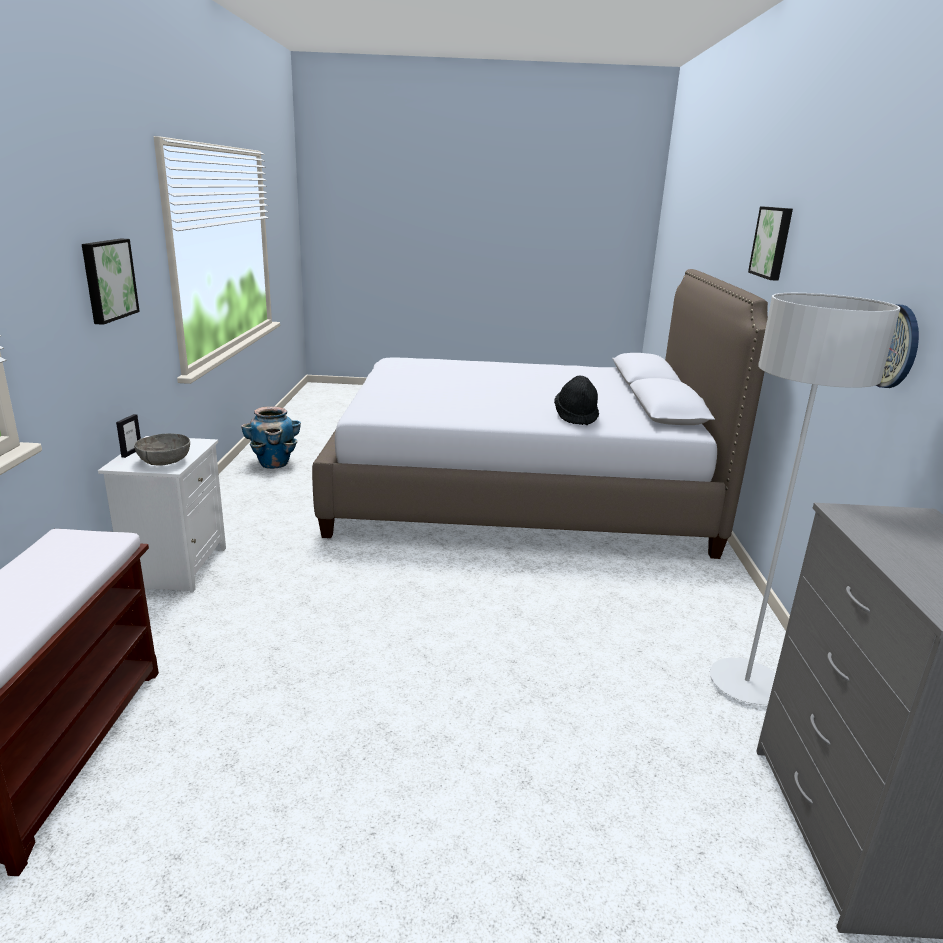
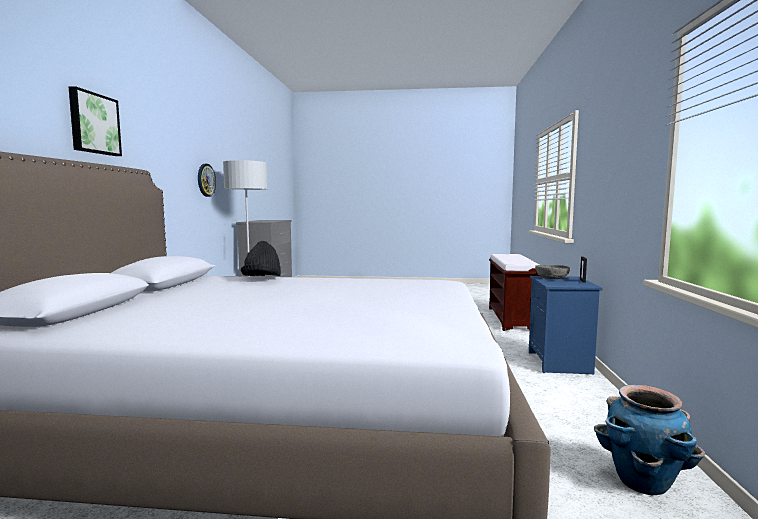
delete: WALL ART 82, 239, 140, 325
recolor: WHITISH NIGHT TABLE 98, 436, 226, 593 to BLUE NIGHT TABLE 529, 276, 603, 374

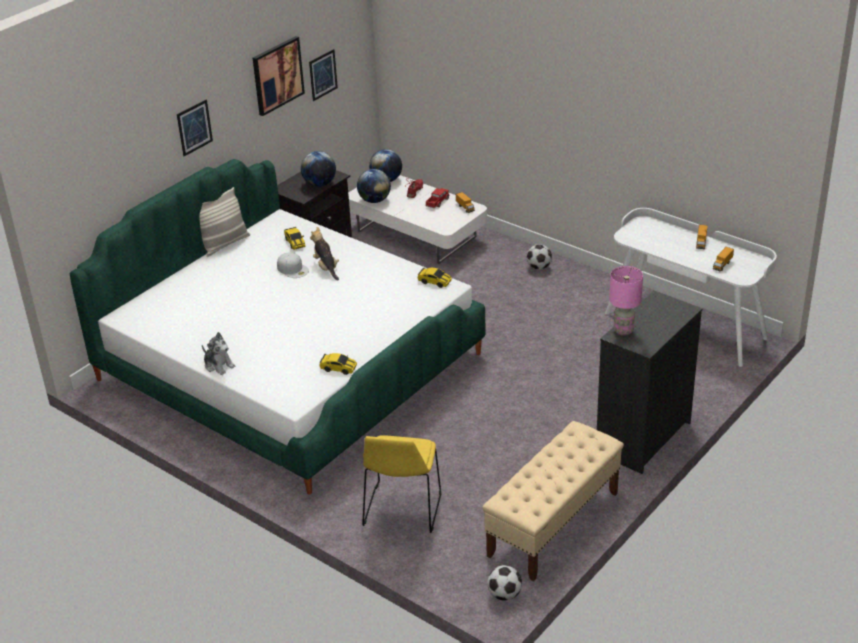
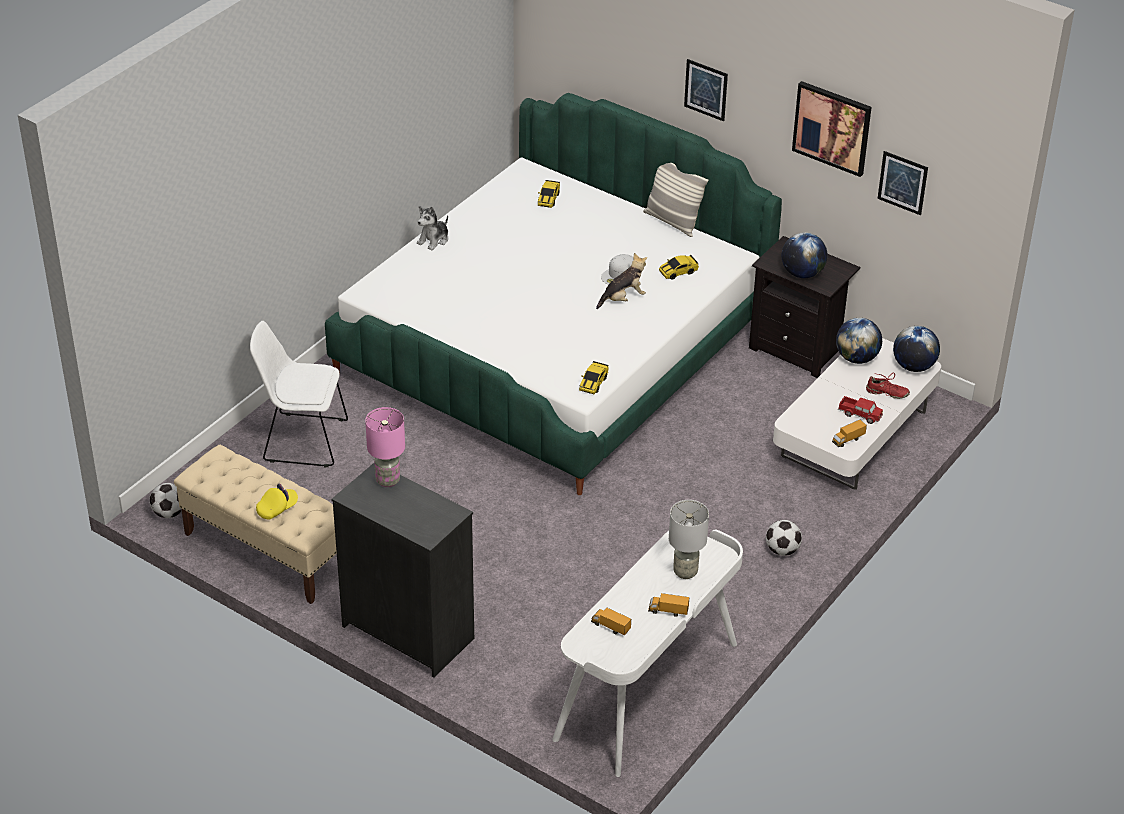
insert: YELLOW PEAKED CAP 256, 484, 298, 519; GREYISH TABLETOP LAMP 669, 500, 709, 579
move: MINIATURE CAR 319, 353, 357, 375 to 538, 180, 560, 208
recolor: YELLOW UPRIGHT CHAIR 362, 435, 442, 533 to WHITISH UPRIGHT CHAIR 250, 321, 348, 467

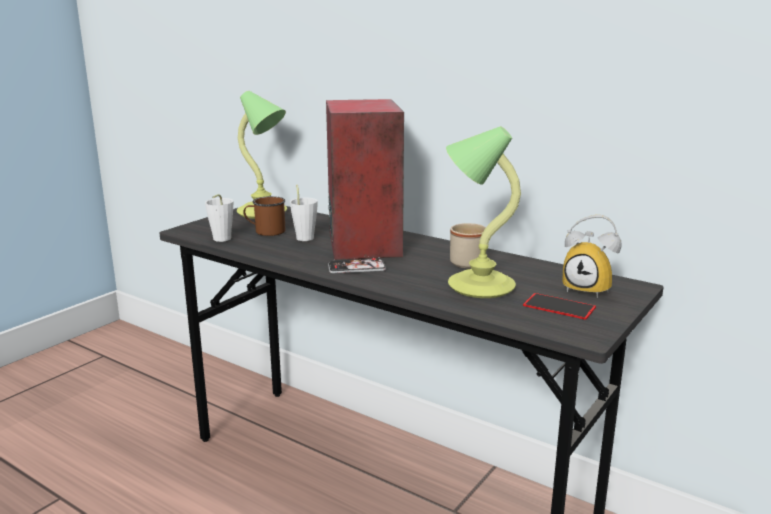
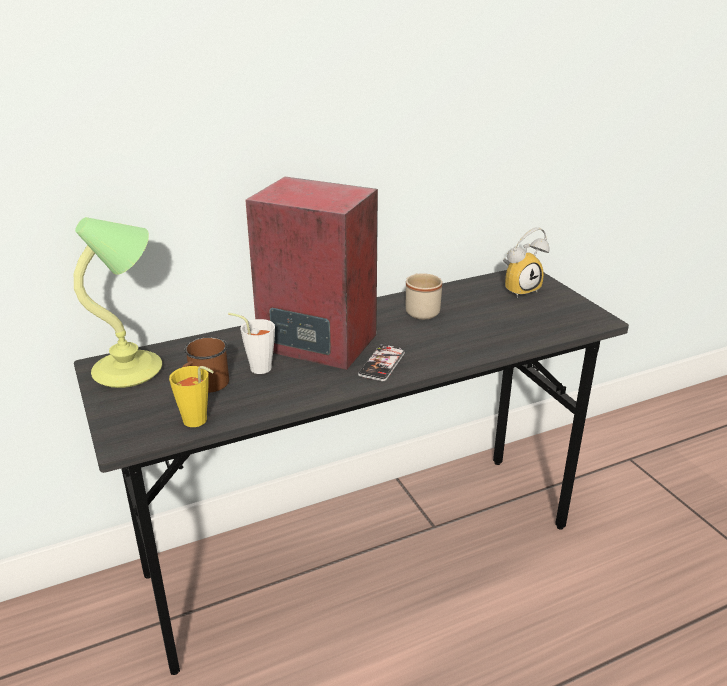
delete: TABLETOP LAMP 446, 126, 521, 298; HANDSET 523, 293, 596, 320
recolor: WHITISH CUP 205, 194, 234, 242 to YELLOW CUP 169, 366, 214, 427

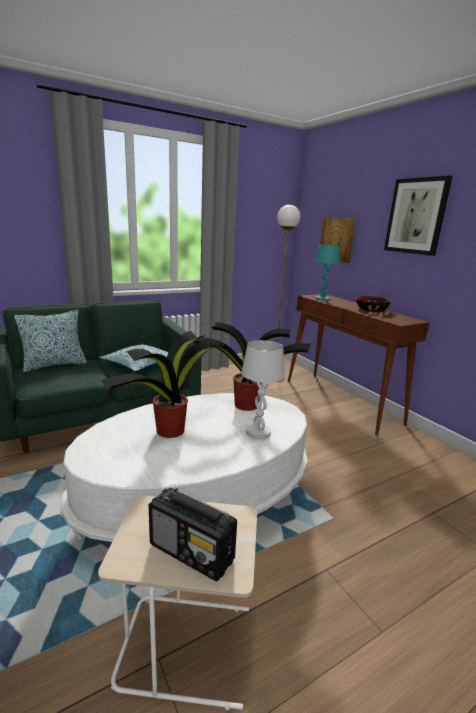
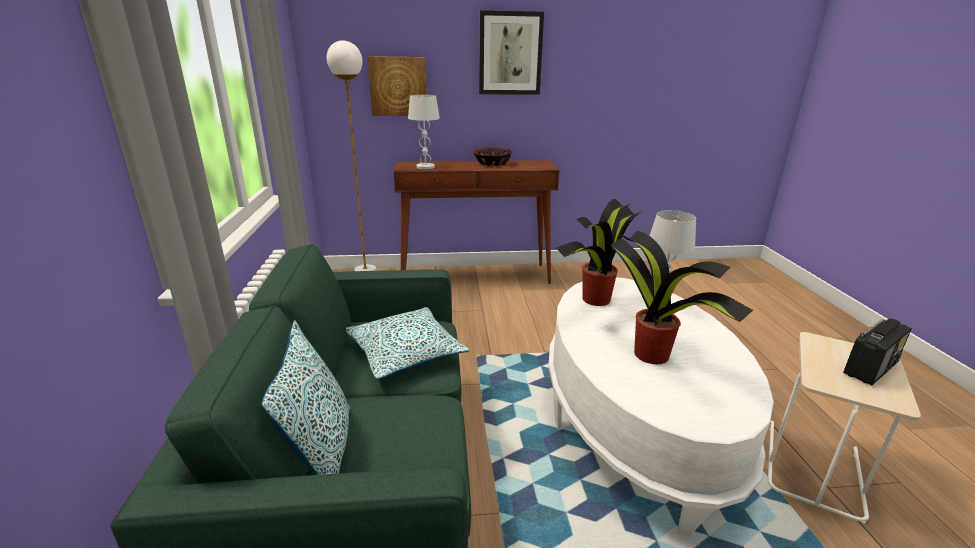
recolor: TURQUOISE-COLOURED TABLETOP LAMP 315, 244, 340, 301 to WHITISH TABLETOP LAMP 408, 95, 440, 169

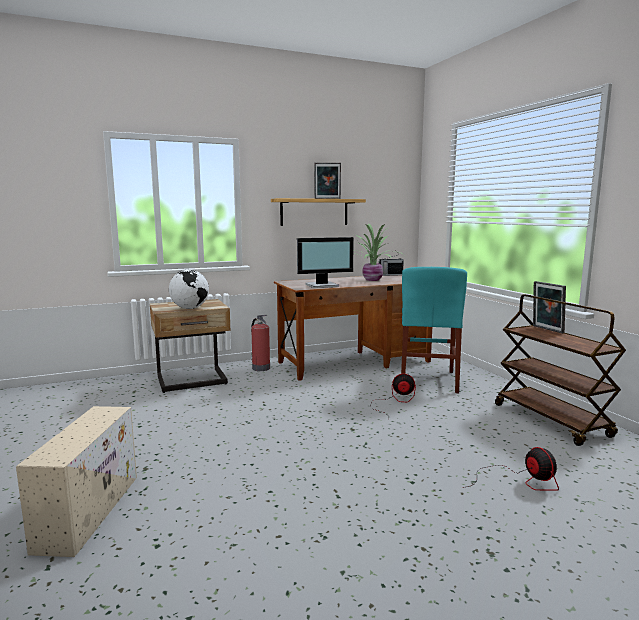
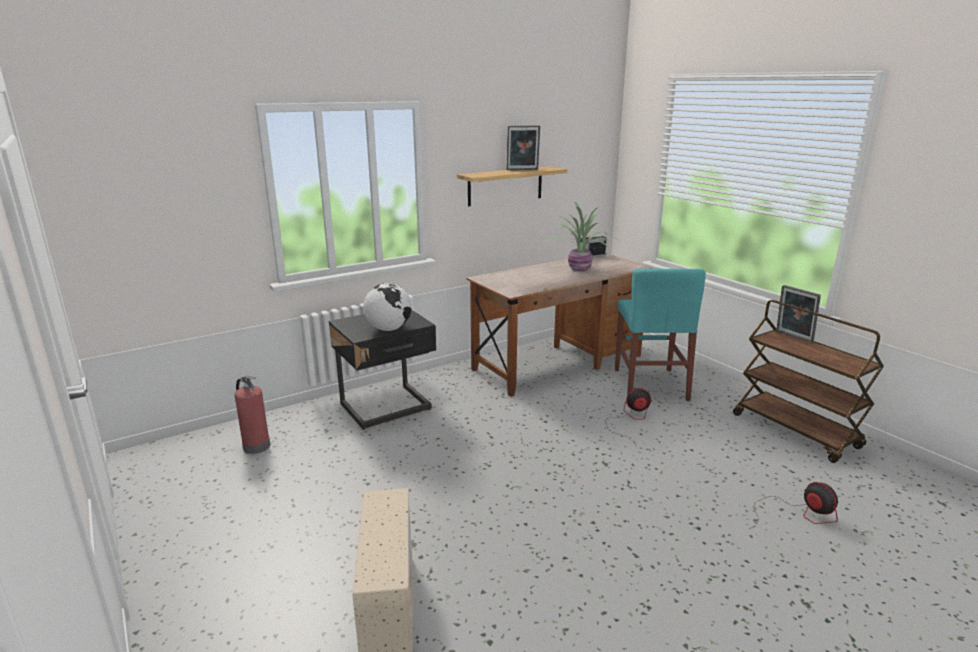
delete: COMPUTER DISPLAY 297, 237, 354, 288
move: FIRE EXTINGUISHER 251, 315, 270, 371 to 234, 375, 270, 454
recolor: BEIGE NIGHT TABLE 150, 299, 230, 393 to BLACKISH NIGHT TABLE 329, 310, 436, 430

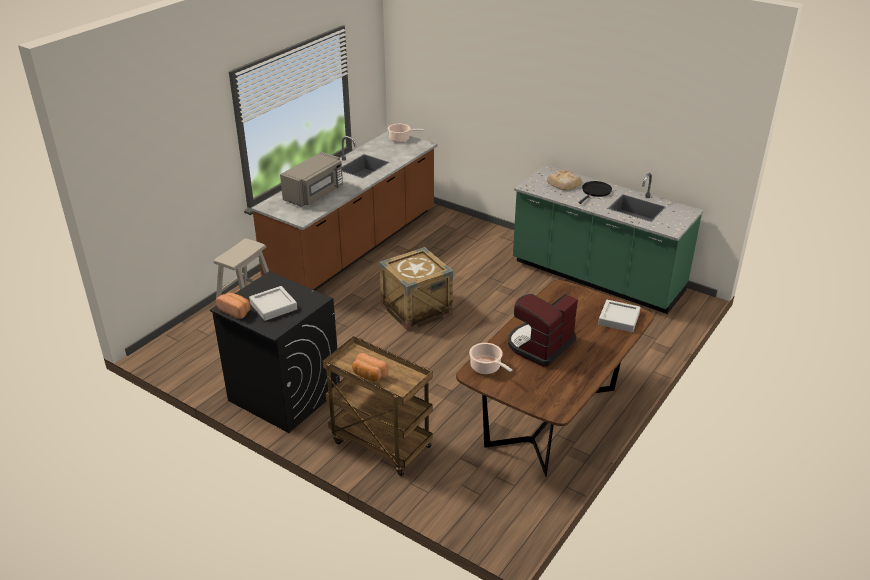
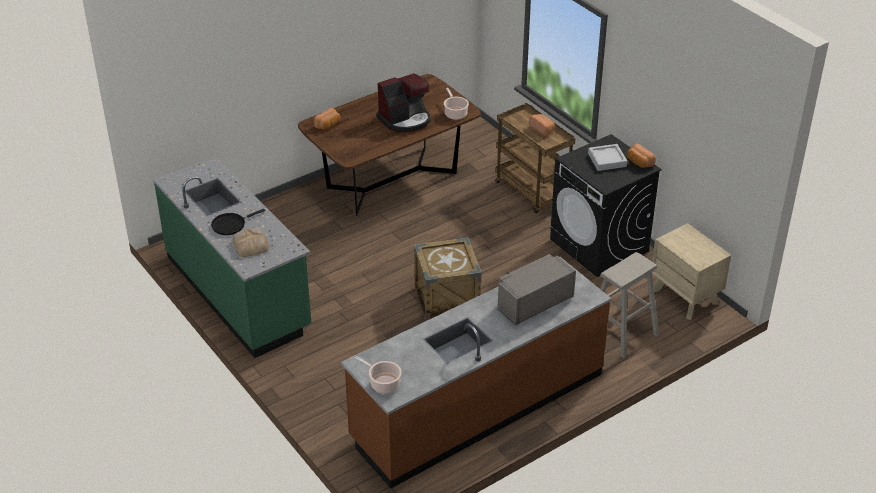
insert: BEIGE NIGHT TABLE 652, 223, 731, 320
replace: GREYISH SERVING TRAY 598, 300, 641, 332 to BAKED BREAD 314, 107, 340, 130

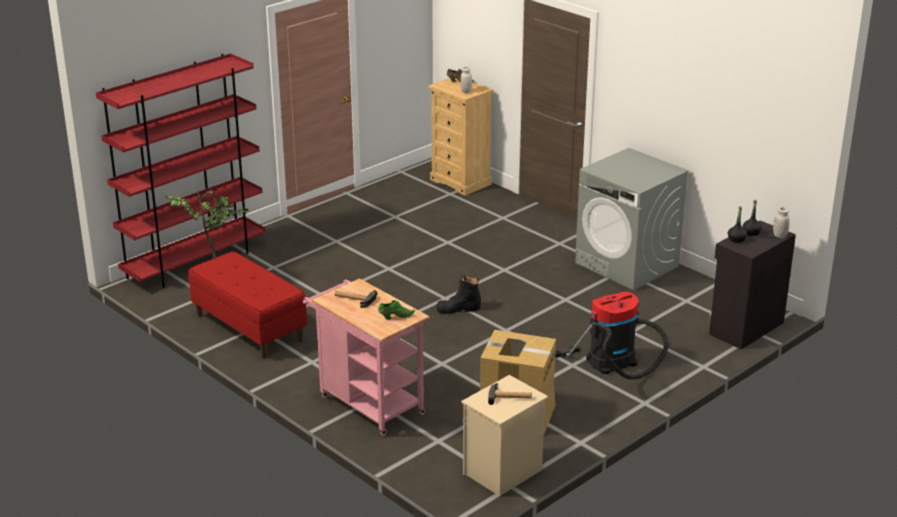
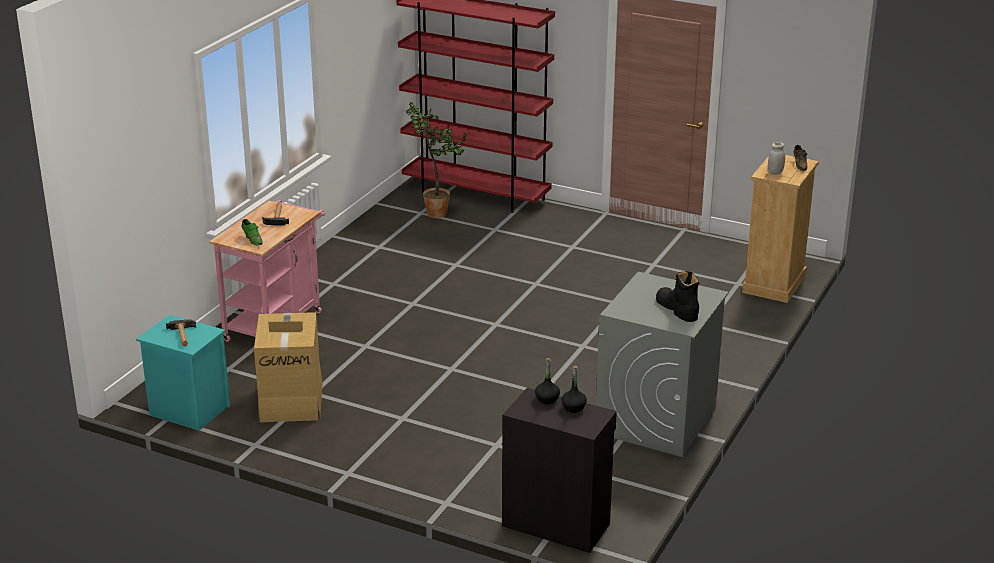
delete: RED LONG SEAT 188, 251, 307, 359; VACUUM CLEANER 555, 292, 669, 380; WHITISH STORAGE JAR 773, 207, 790, 238
move: BLACKISH TALL BOOT 437, 276, 481, 314 to 656, 271, 699, 322
recolor: BEIGE NIGHT TABLE 461, 375, 548, 496 to TURQUOISE-COLOURED NIGHT TABLE 136, 315, 230, 431

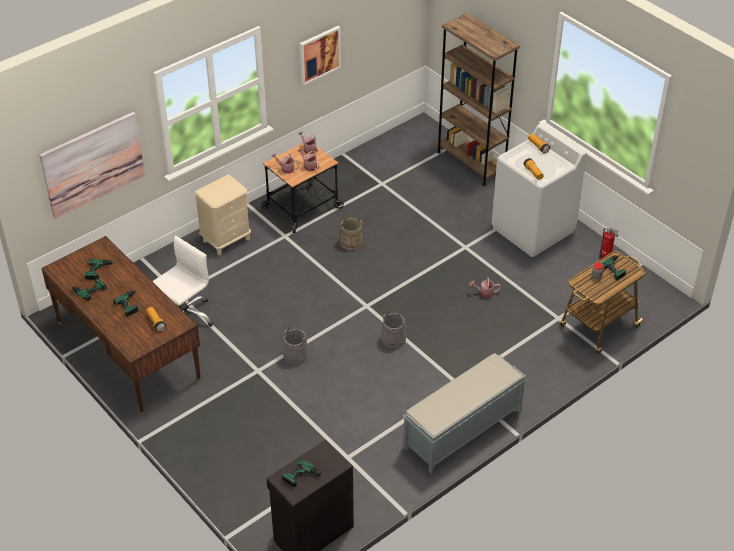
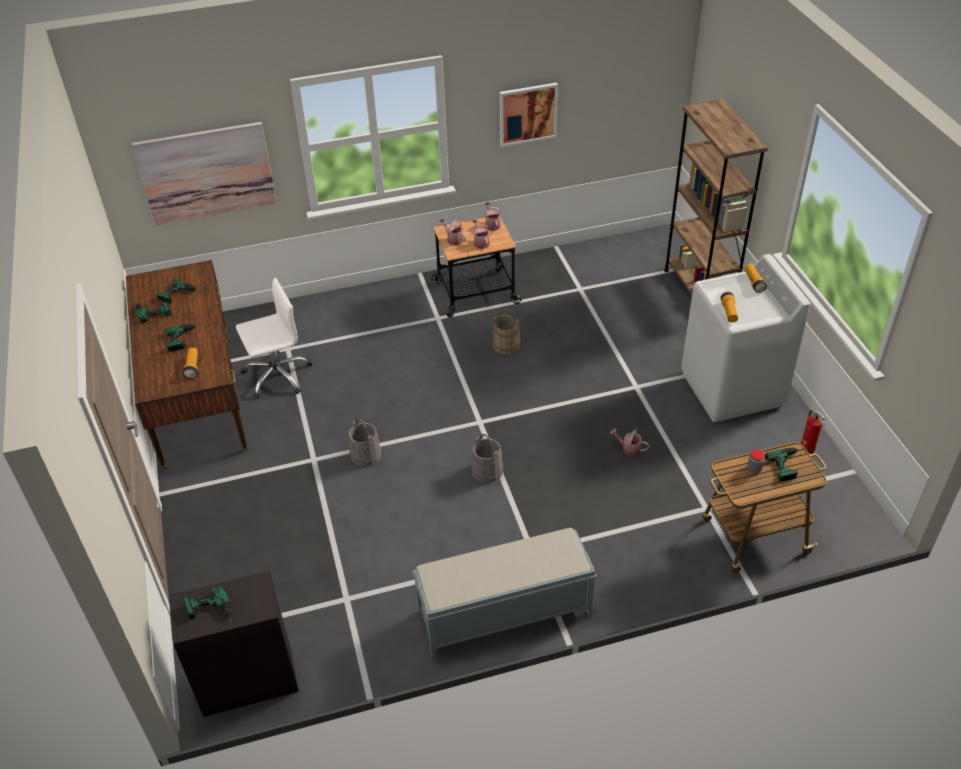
delete: BEIGE NIGHT TABLE 194, 174, 251, 255

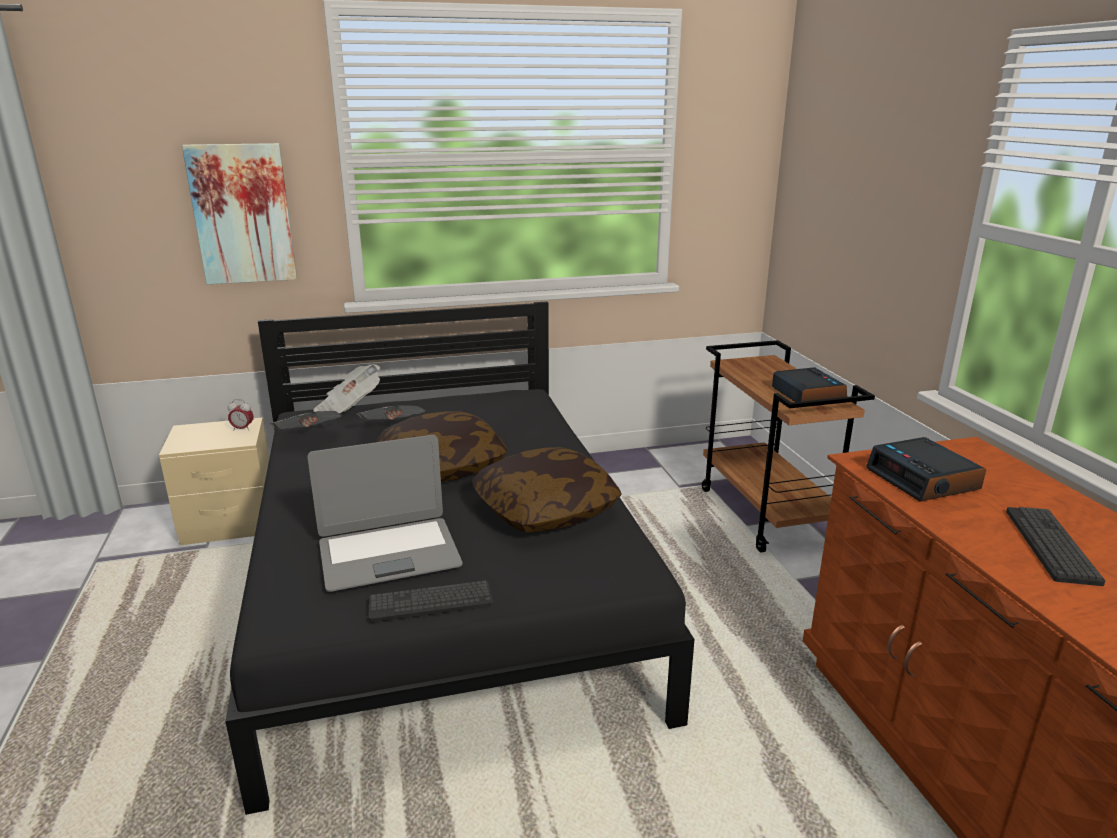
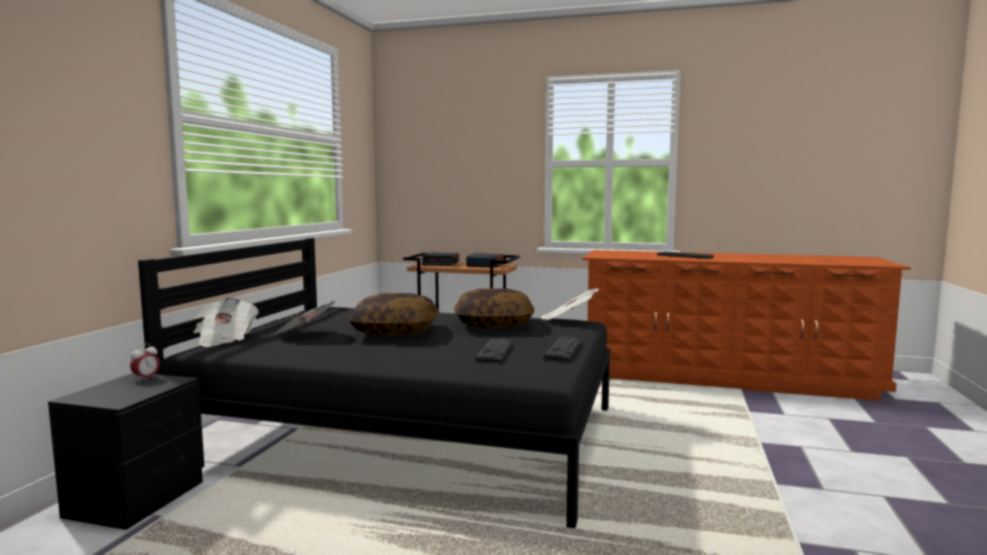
delete: WALL ART 182, 143, 297, 284
move: NEWSPAPER 269, 411, 343, 429 to 541, 288, 599, 320; ALARM CLOCK 866, 437, 986, 501 to 422, 252, 459, 266
replace: NOTEBOOK COMPUTER 307, 435, 463, 592 to PC KEYBOARD 475, 338, 513, 362
recolor: BEIGE NIGHT TABLE 159, 417, 269, 545 to BLACKISH NIGHT TABLE 48, 373, 205, 530

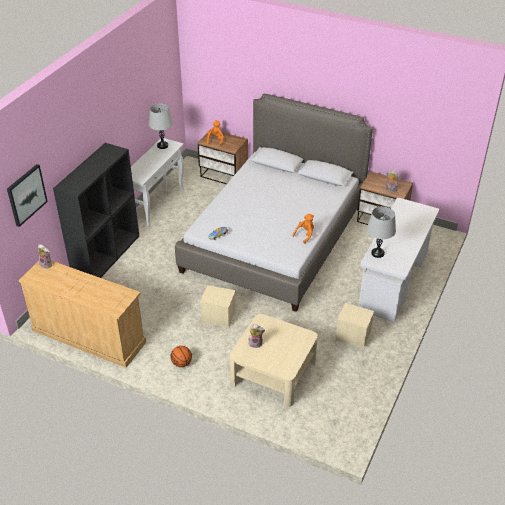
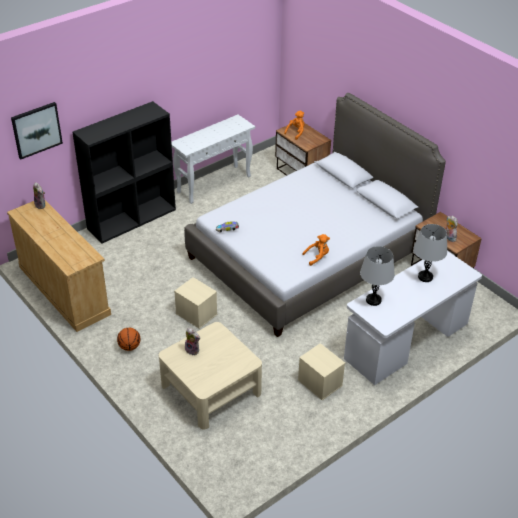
move: GREYISH TABLETOP LAMP 149, 104, 173, 149 to 414, 224, 447, 282

